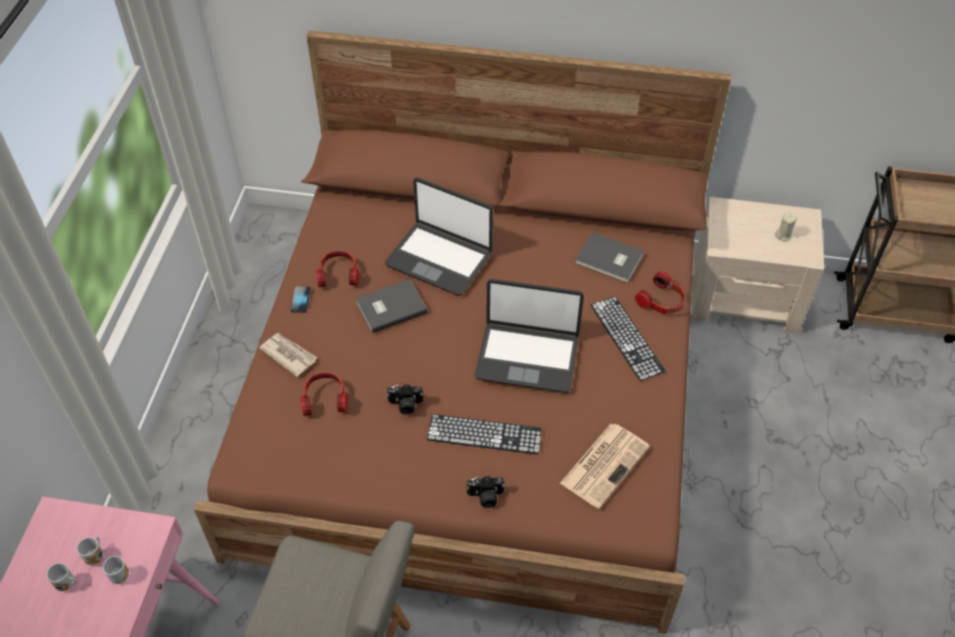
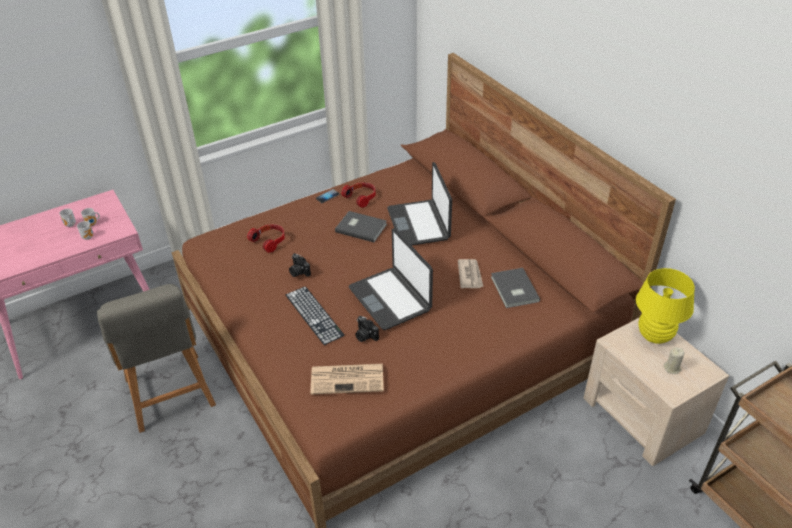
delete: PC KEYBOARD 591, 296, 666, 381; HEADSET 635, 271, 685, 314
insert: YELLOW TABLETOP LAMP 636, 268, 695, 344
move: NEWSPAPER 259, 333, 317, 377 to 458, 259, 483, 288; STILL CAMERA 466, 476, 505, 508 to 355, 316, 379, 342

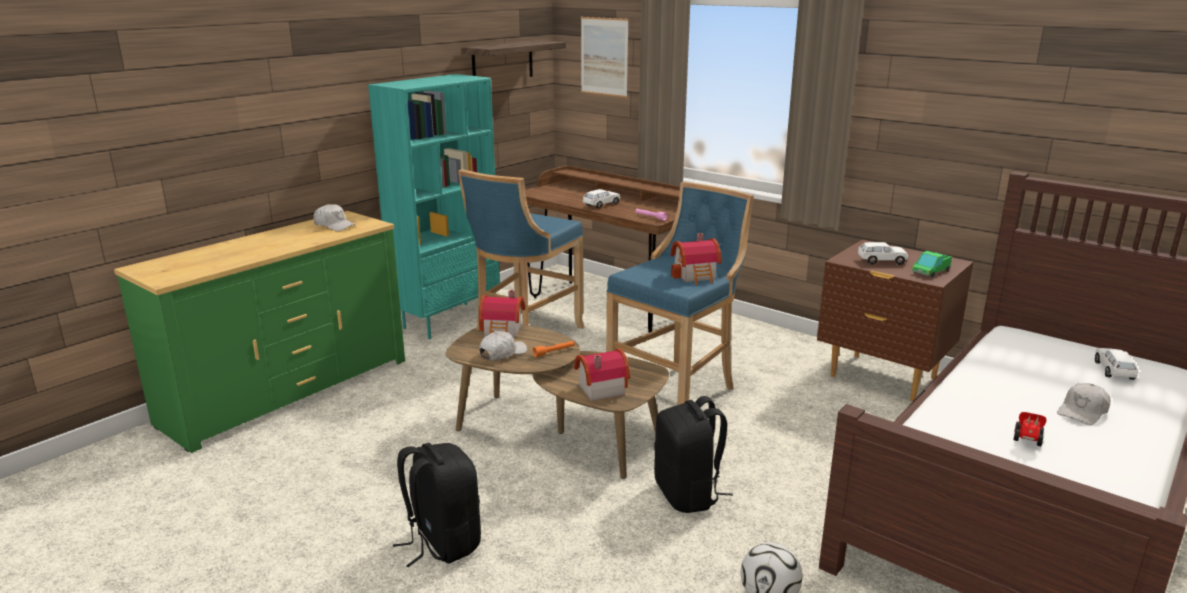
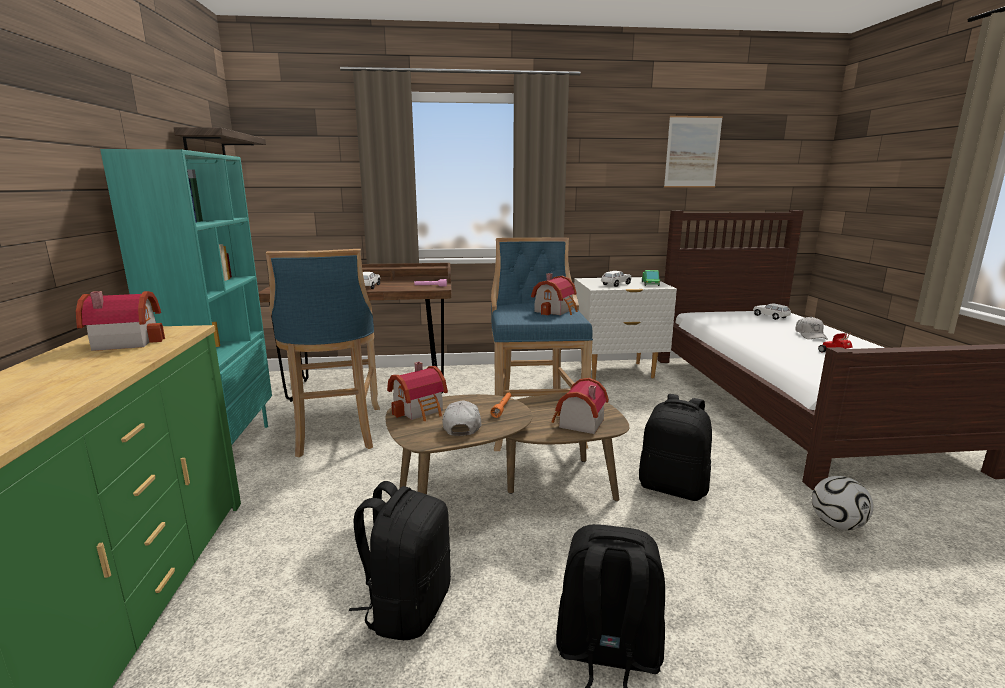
insert: BLACKISH KNAPSACK 349, 481, 451, 640
move: WALL ART 581, 17, 629, 98 to 664, 116, 723, 188
replace: WHITISH PEAKED CAP 313, 204, 356, 231 to MINIATURE HOUSE 76, 291, 165, 351
recolor: BROWN NIGHT TABLE 817, 240, 973, 401 to WHITISH NIGHT TABLE 574, 277, 677, 380

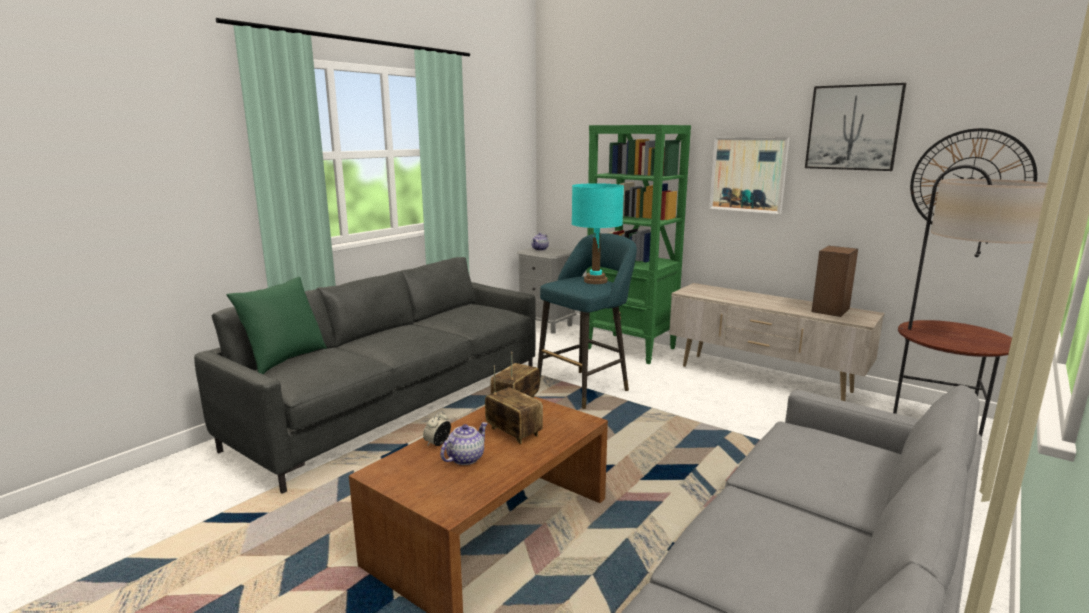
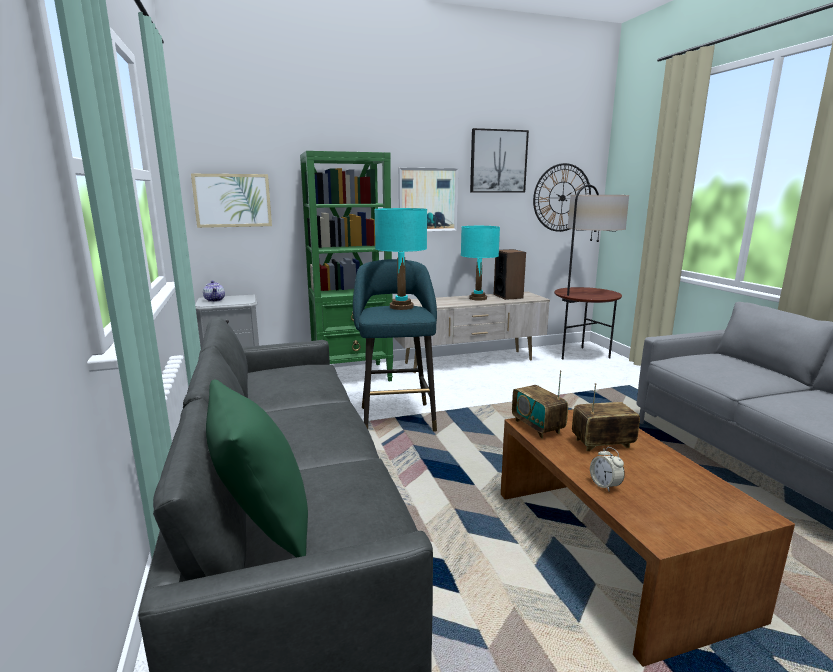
delete: TEAPOT 440, 422, 488, 465
insert: WALL ART 191, 174, 272, 228; TURQUOISE-COLOURED TABLETOP LAMP 461, 226, 500, 301

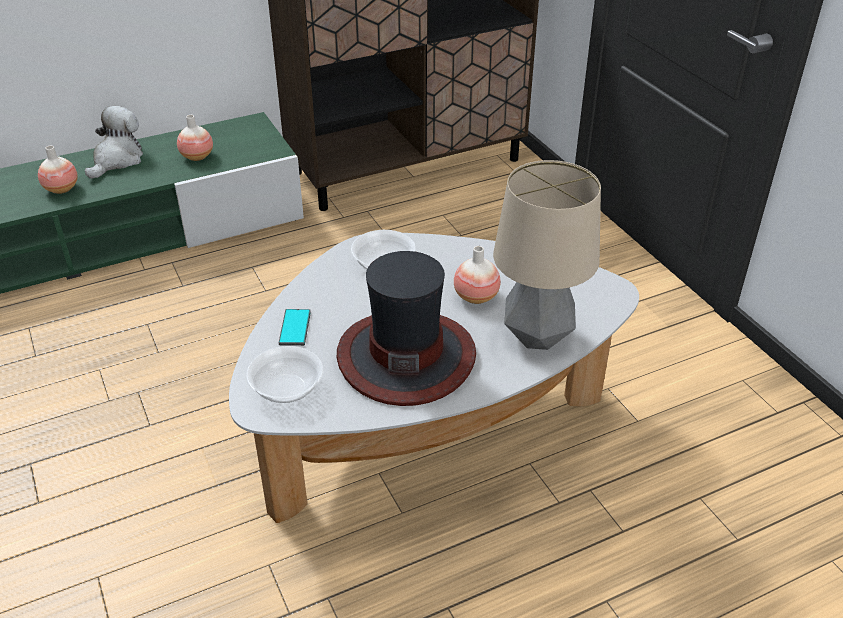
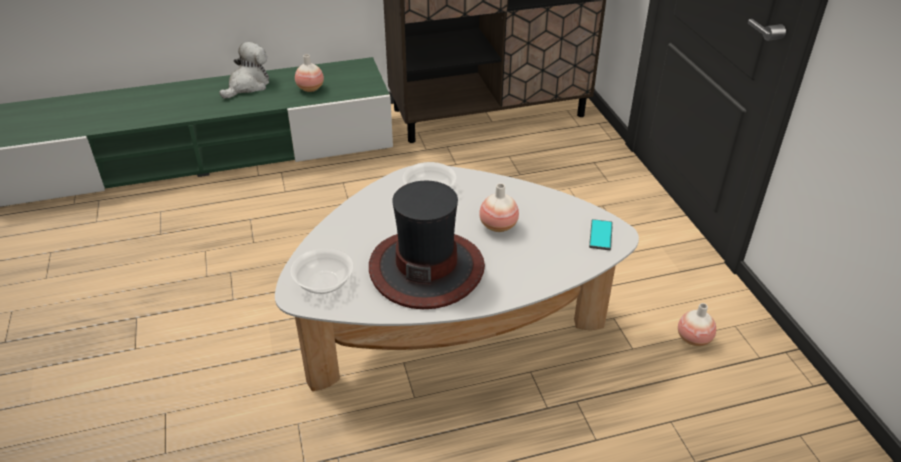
delete: TABLETOP LAMP 493, 160, 601, 350
move: VASE 38, 146, 78, 194 to 678, 303, 716, 346; HANDSET 279, 309, 311, 346 to 589, 219, 613, 250

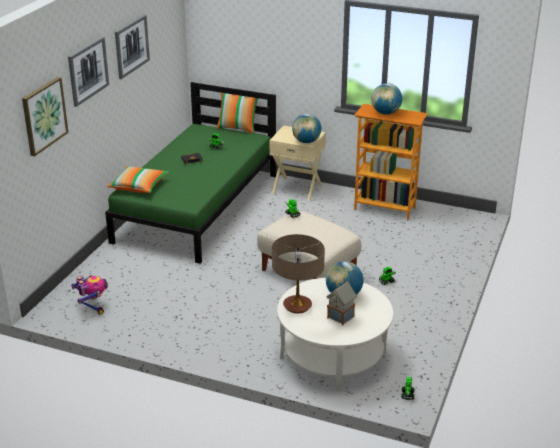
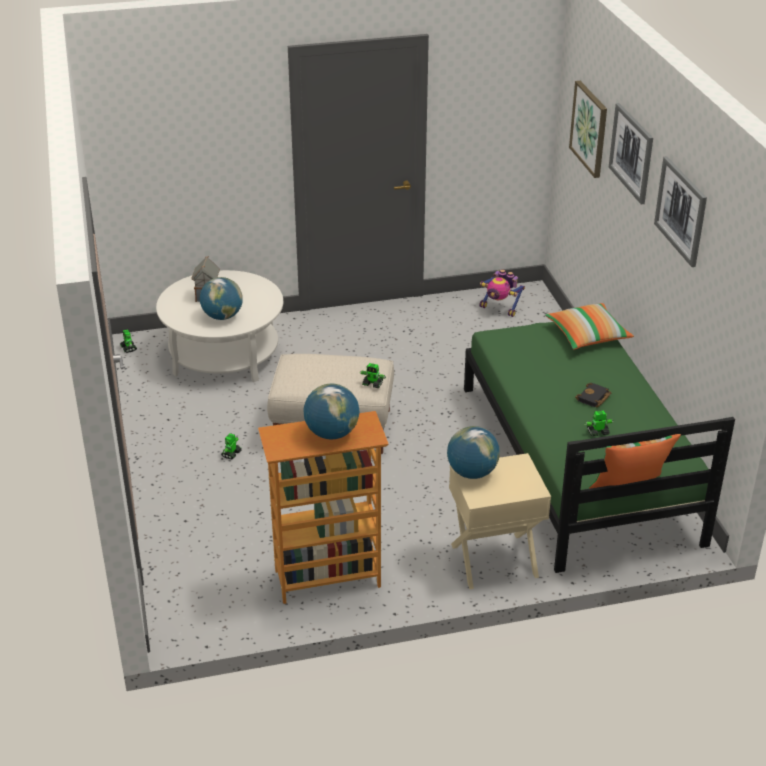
delete: TABLETOP LAMP 272, 234, 325, 314

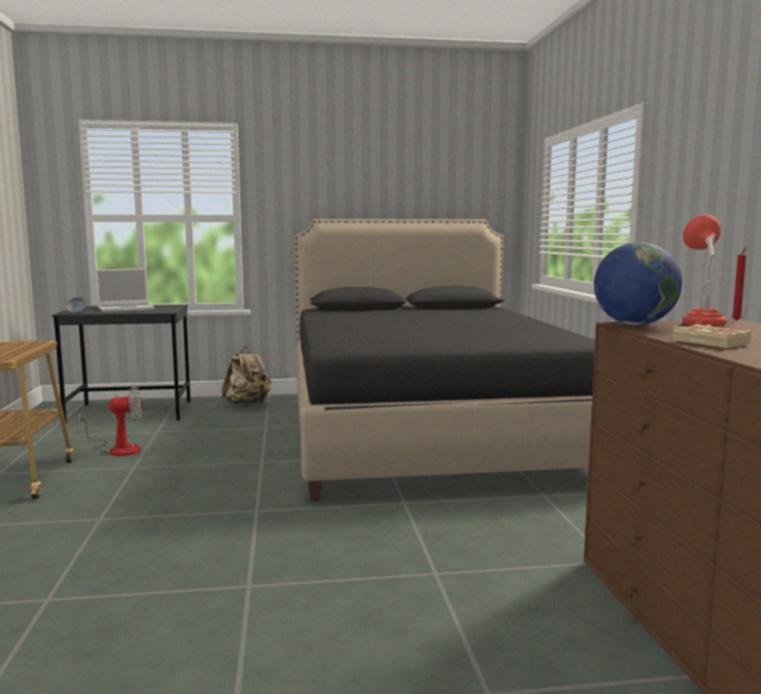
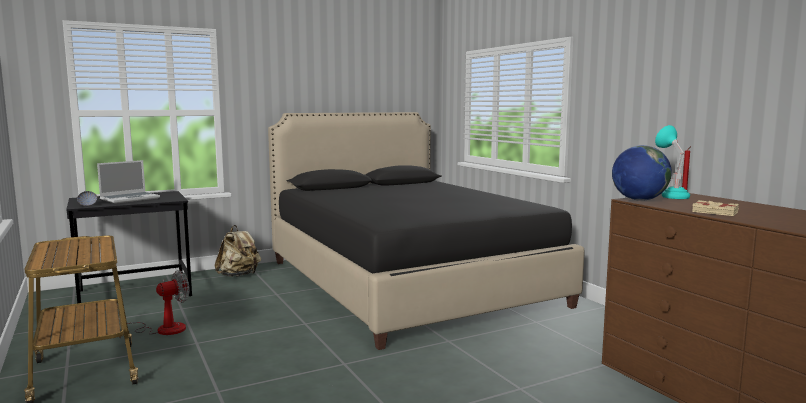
recolor: RED TABLETOP LAMP 683, 215, 726, 327 to TURQUOISE-COLOURED TABLETOP LAMP 655, 125, 690, 199

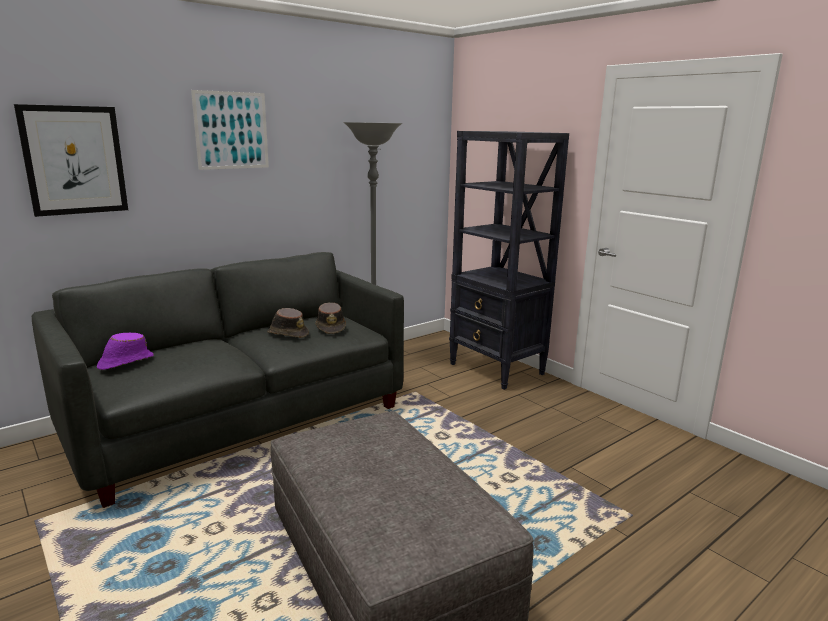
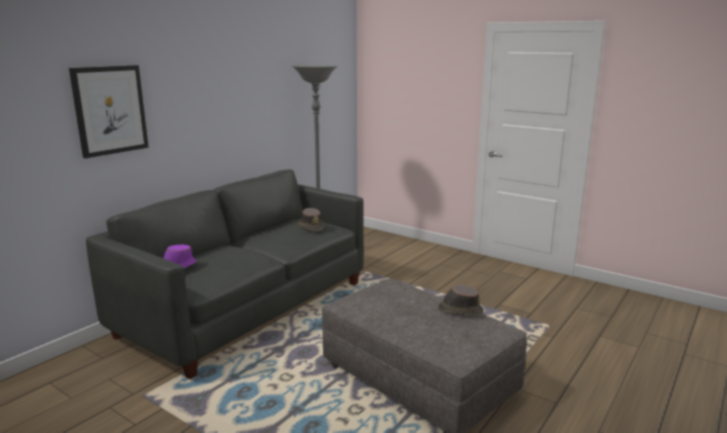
delete: WALL ART 191, 90, 269, 170; BLACKISH SHELVING UNIT 449, 131, 569, 390
move: BROWN CLOTHING HAT 267, 308, 309, 338 to 438, 285, 484, 314

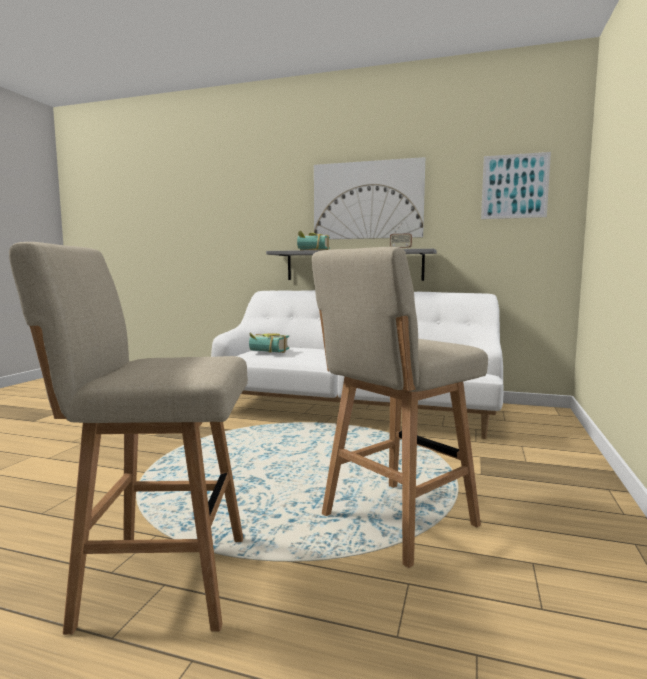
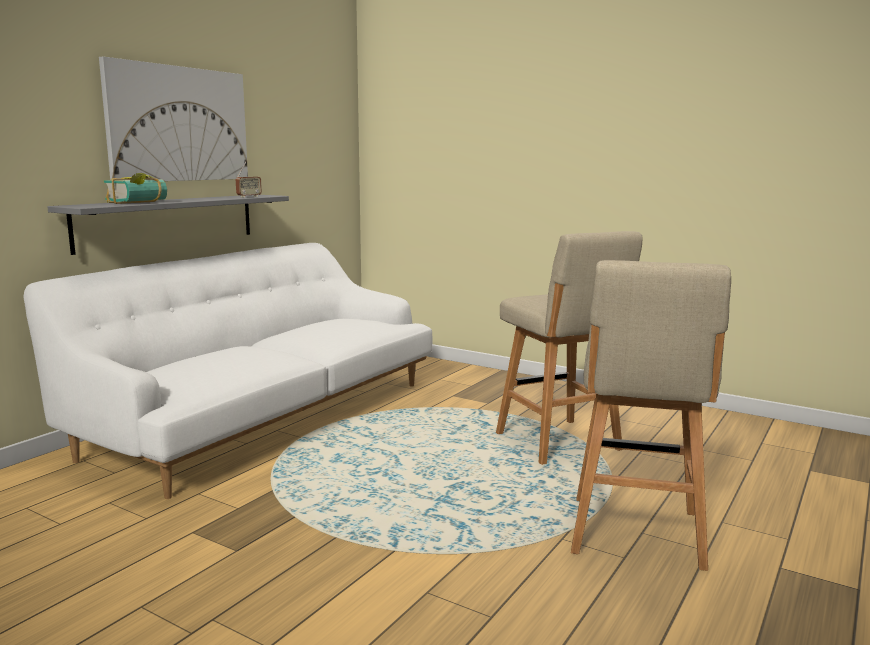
delete: BOUND BOOK 249, 333, 289, 353; WALL ART 481, 152, 551, 219

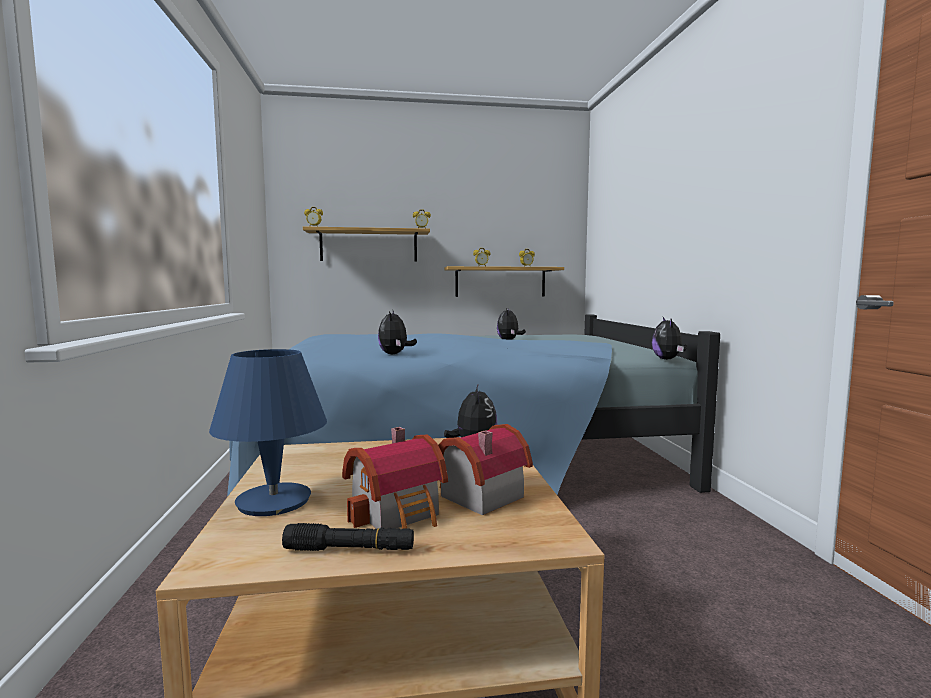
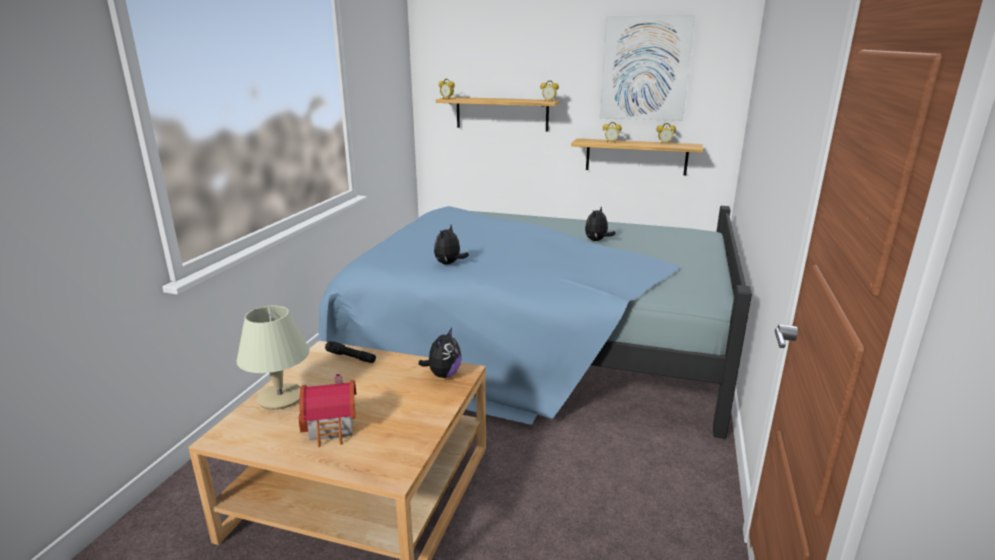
delete: MINIATURE HOUSE 438, 424, 533, 515; SOFT TOY 652, 317, 687, 360
insert: WALL ART 600, 15, 695, 121
move: BLACKISH FLASHLIGHT 282, 523, 414, 551 to 325, 341, 376, 363
recolor: BLUE TABLETOP LAMP 209, 349, 327, 516 to BEIGE TABLETOP LAMP 236, 306, 309, 410

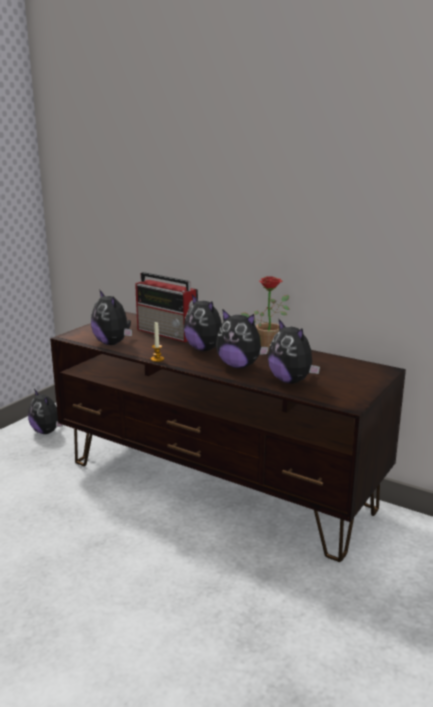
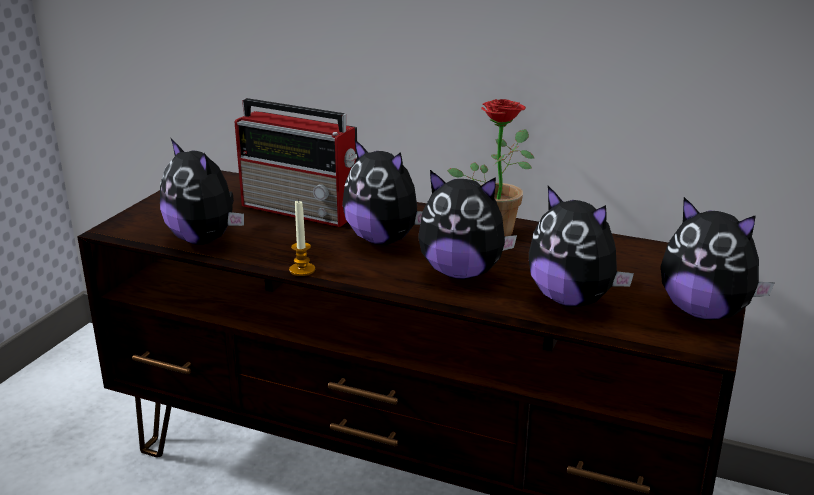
move: SOFT TOY 28, 389, 63, 434 to 661, 197, 775, 320

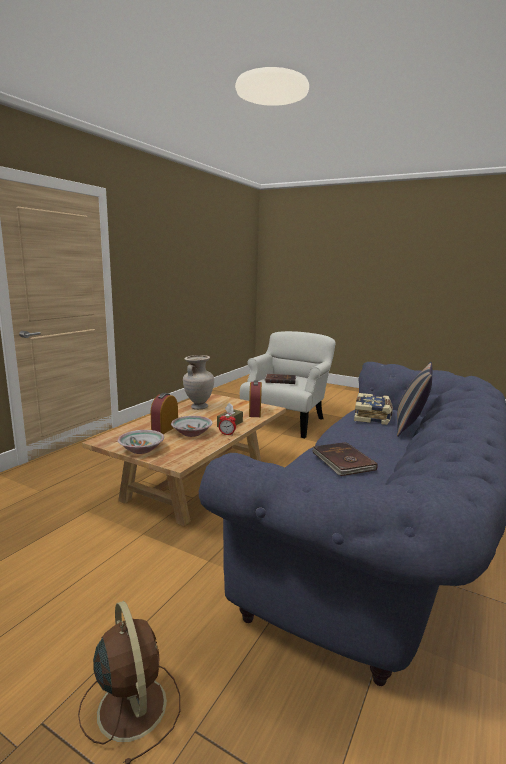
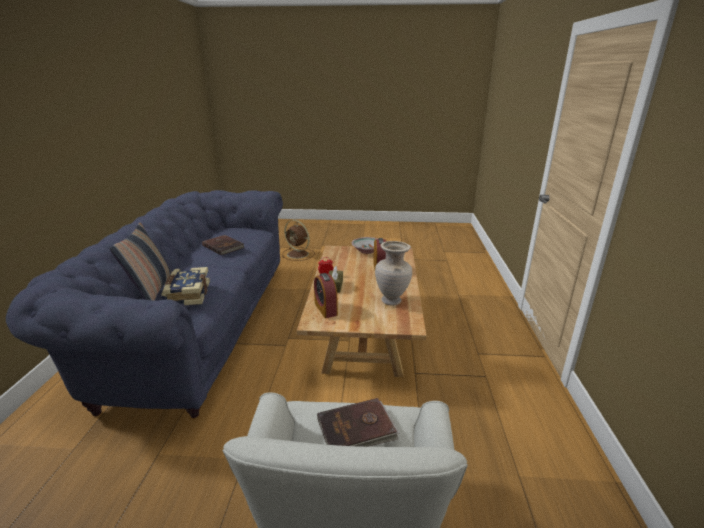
delete: SERVING BOWL 171, 416, 212, 437

